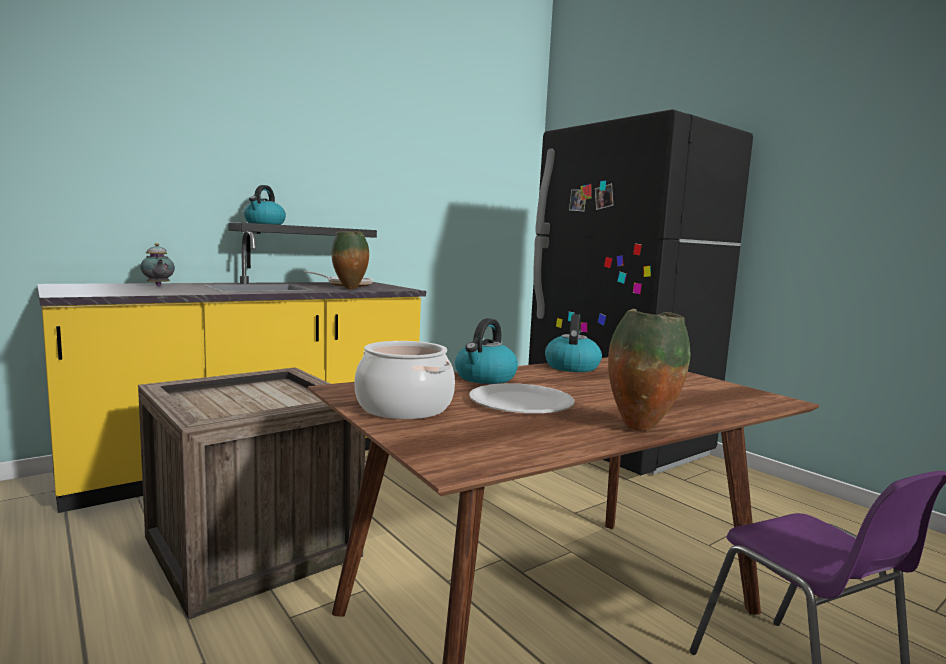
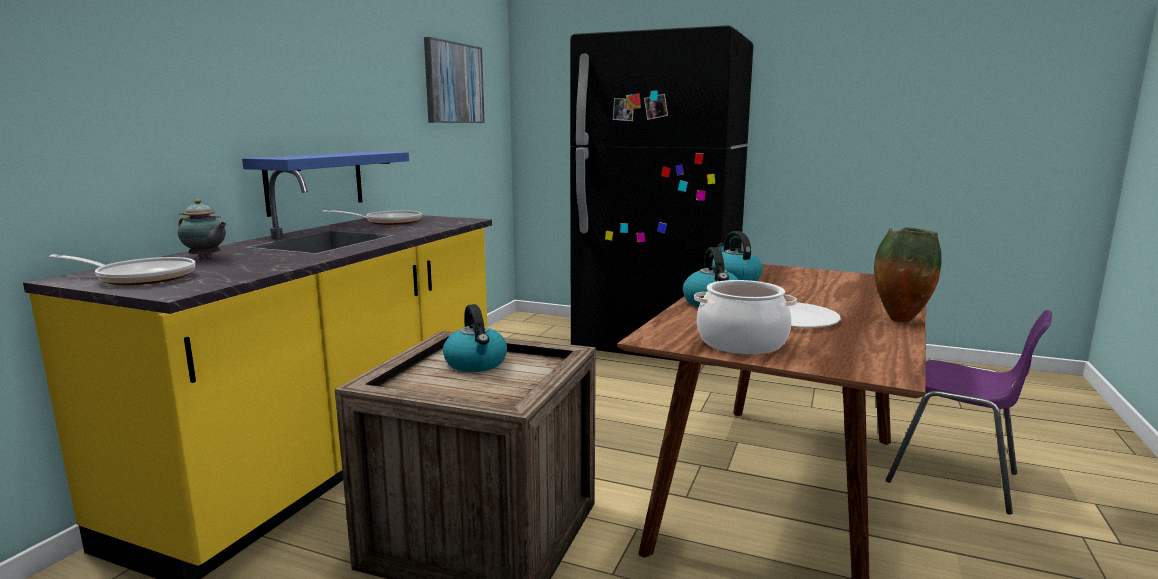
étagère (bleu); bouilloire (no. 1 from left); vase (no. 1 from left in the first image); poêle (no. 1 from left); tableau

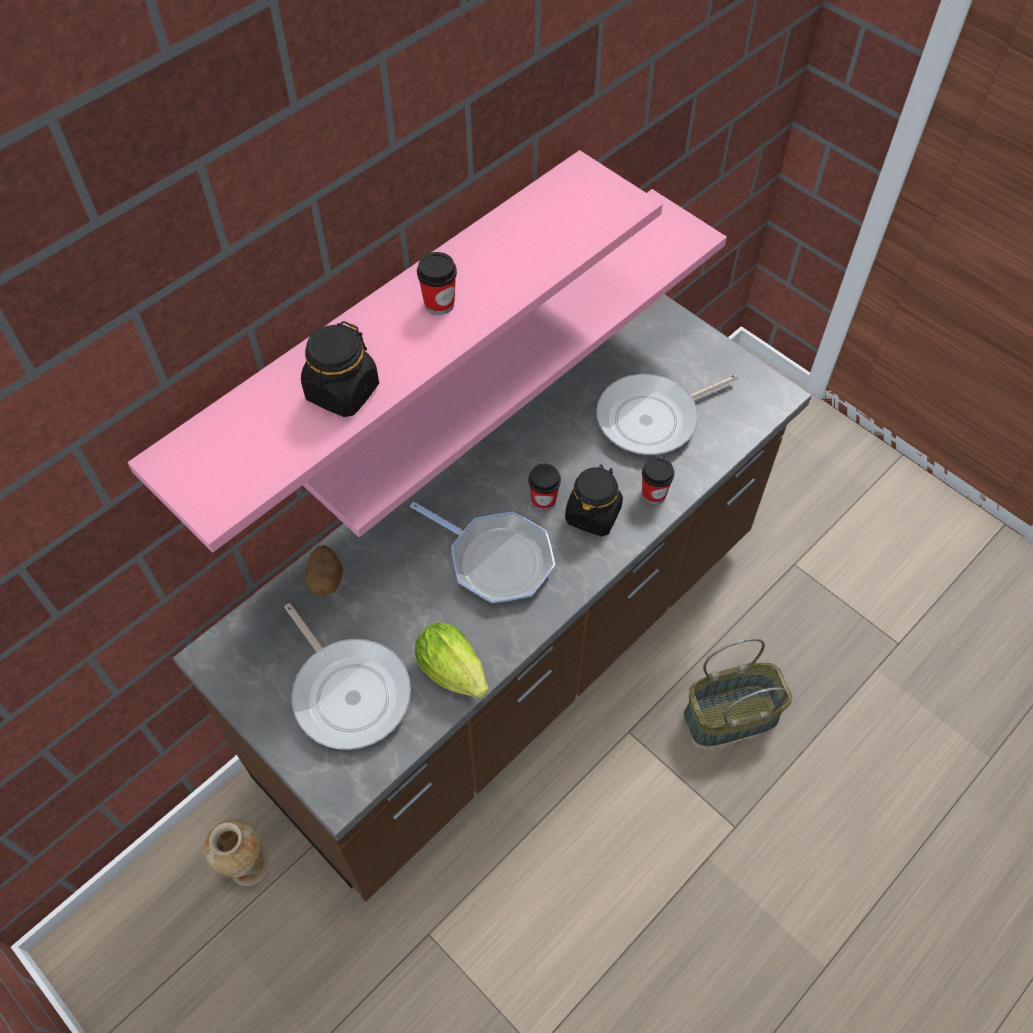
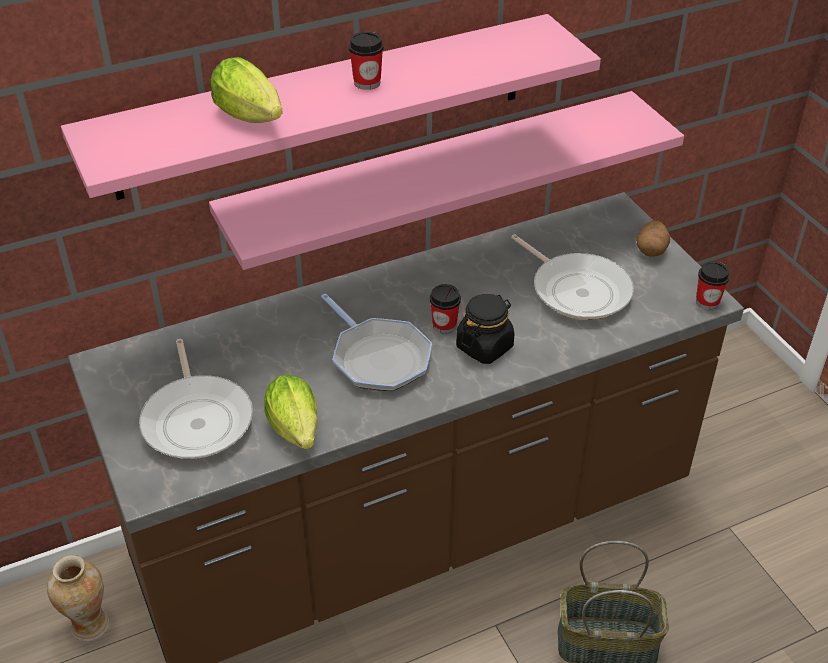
laitue (no. 1 from left); pomme de terre; poêle (no. 3 from left); tasse (no. 3 from left)

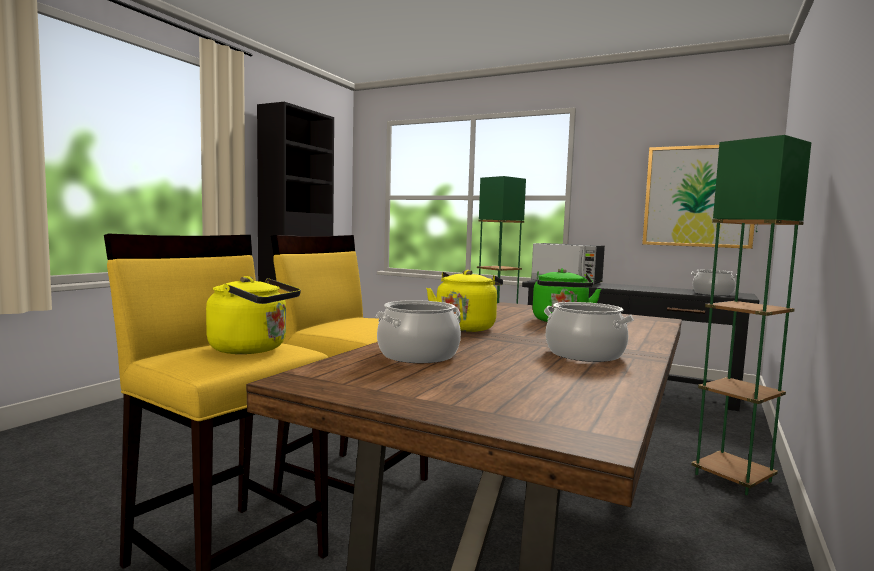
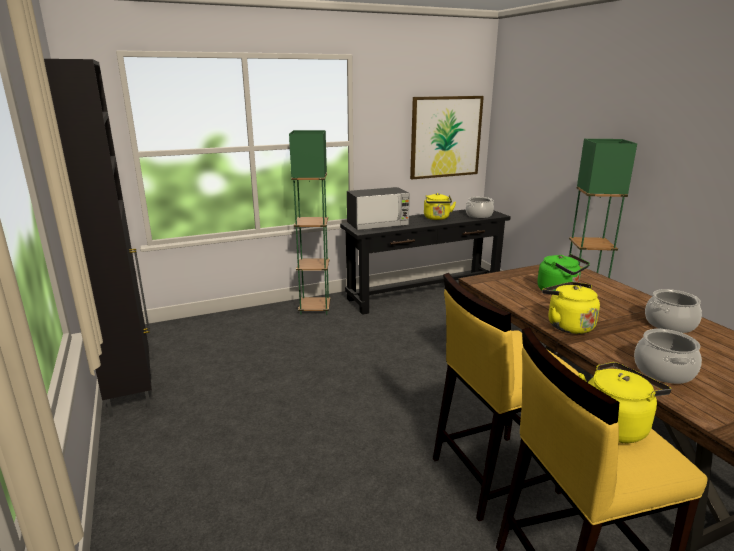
bouilloire (jaune) (no. 1 from left)

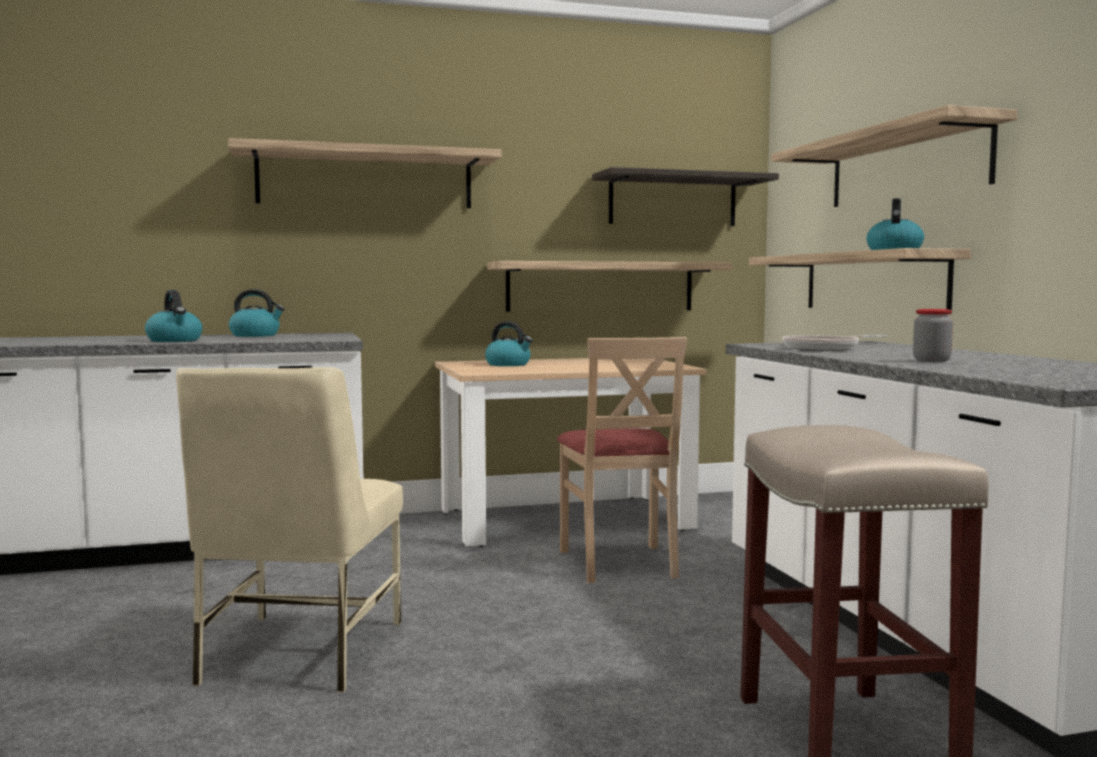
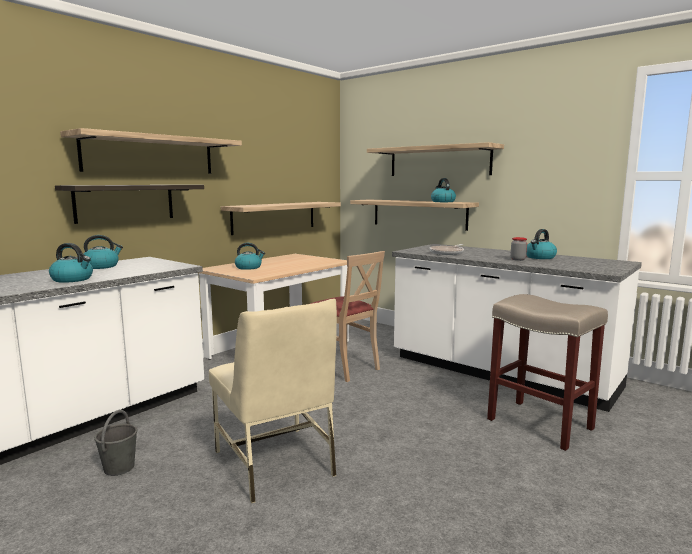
étagère (no. 1 from left); seau (gris); bouilloire (no. 5 from left)

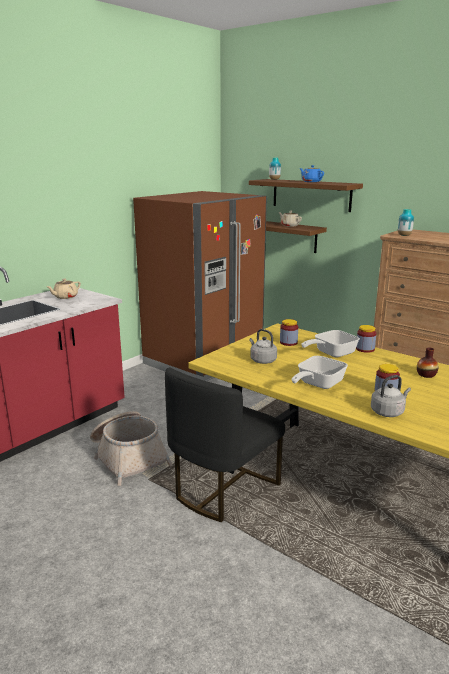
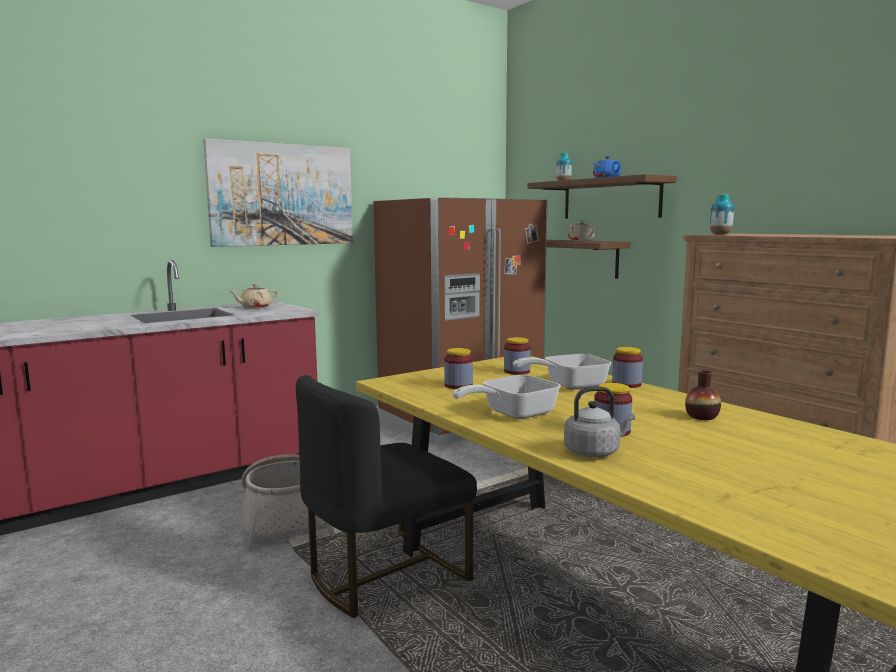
bocal (no. 1 from left); tableau

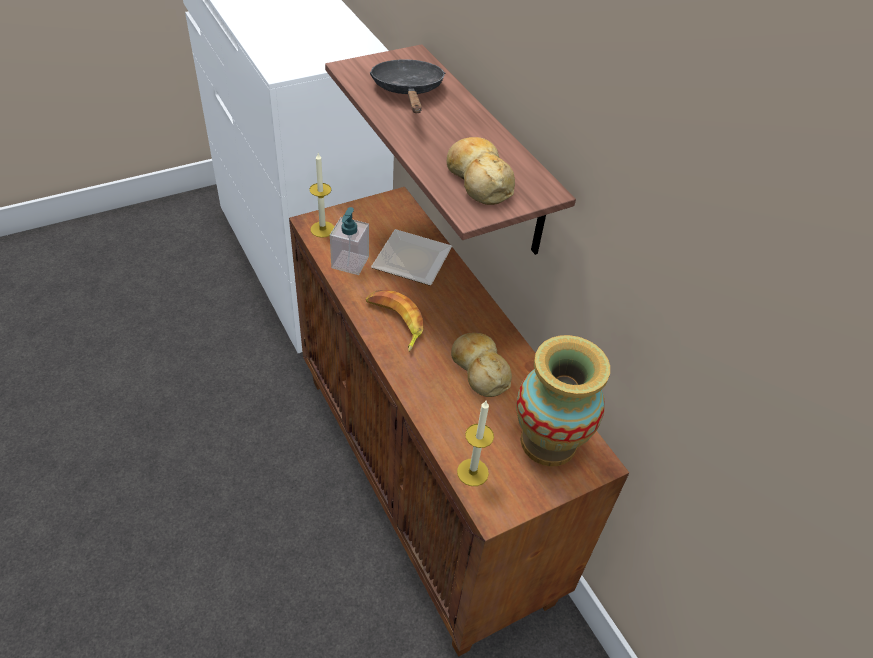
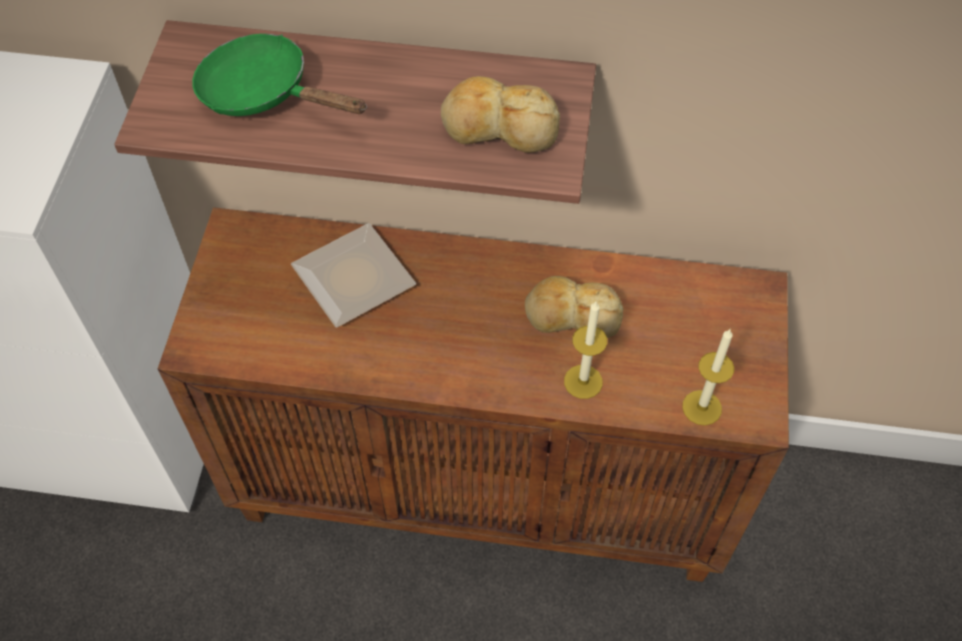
bougie (no. 1 from left); distributeur de savon; banane; poêle (vert); vase

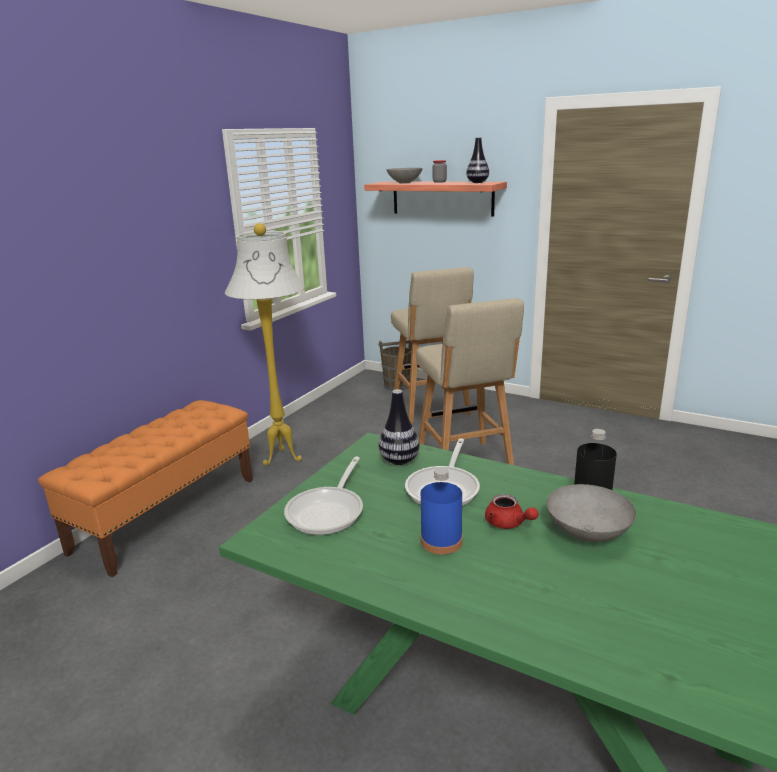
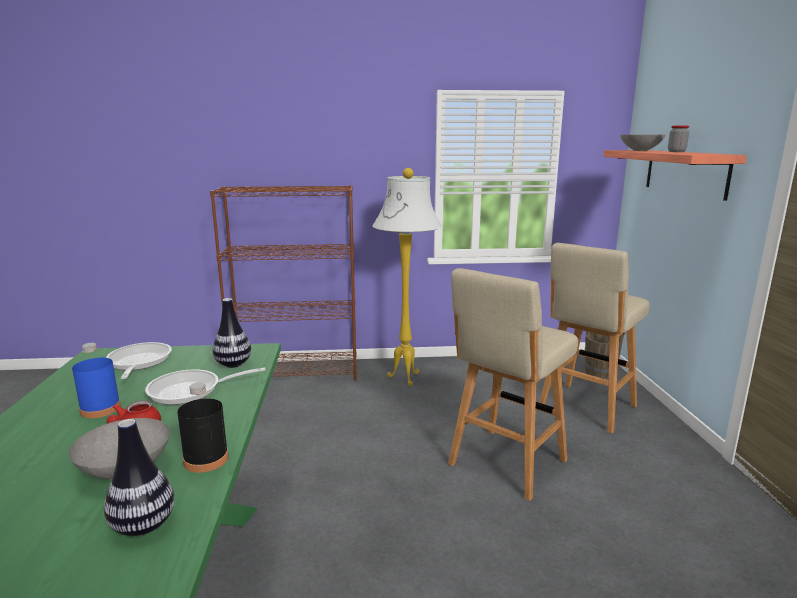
bibliothèque (marron); poêle (no. 1 from left); vase (no. 1 from left)

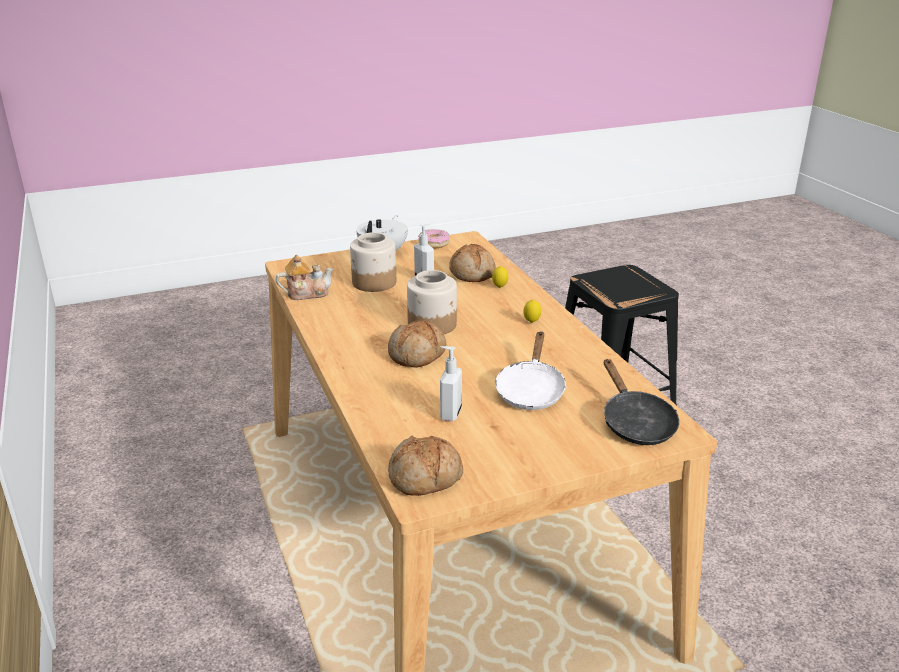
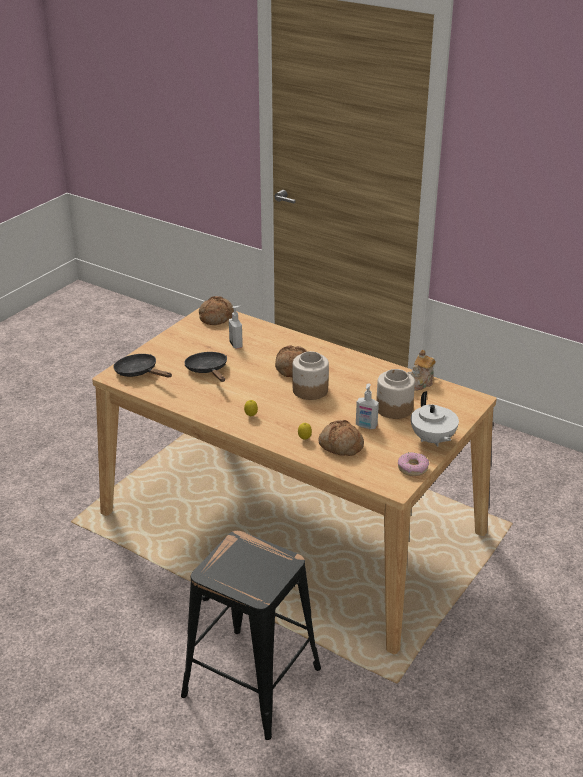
poêle (noir) (no. 2 from left)

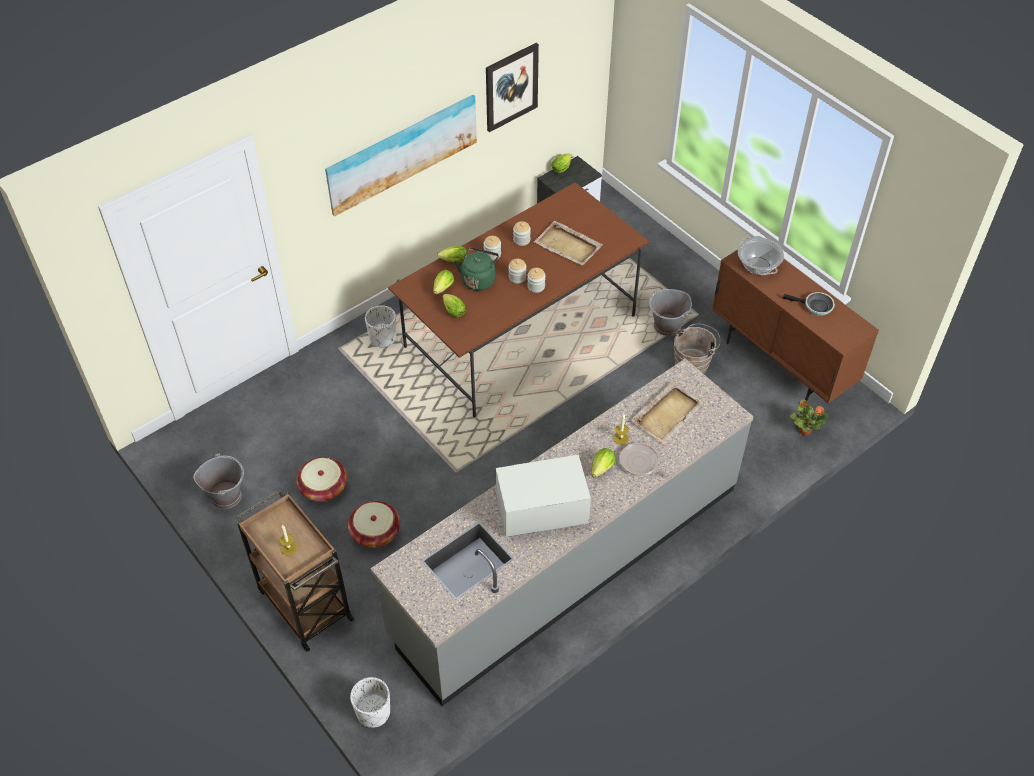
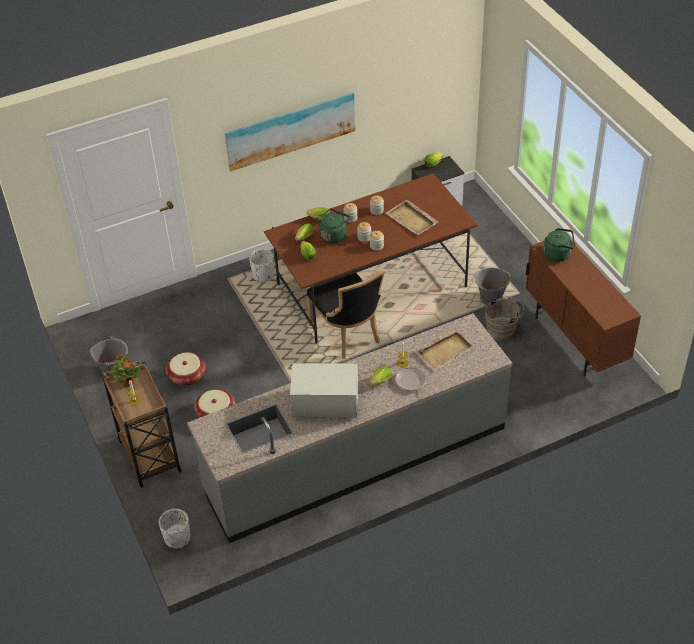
tableau (no. 2 from left in the first image); bouilloire (vert) (no. 2 from left); poêle (no. 2 from left in the first image); plante en pot; chaise (noir)

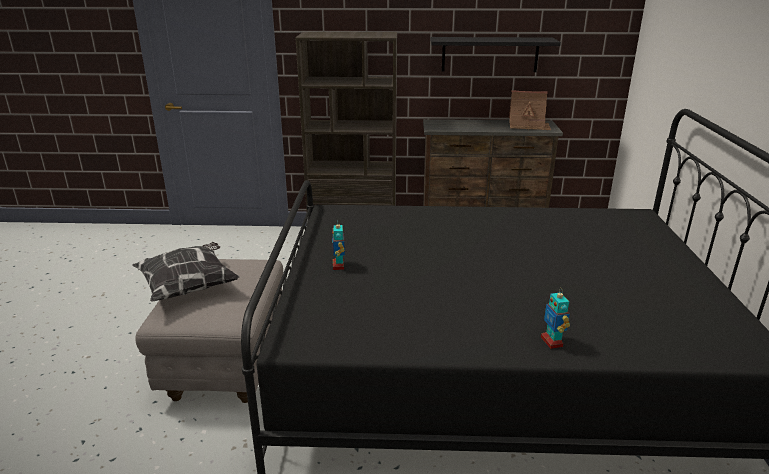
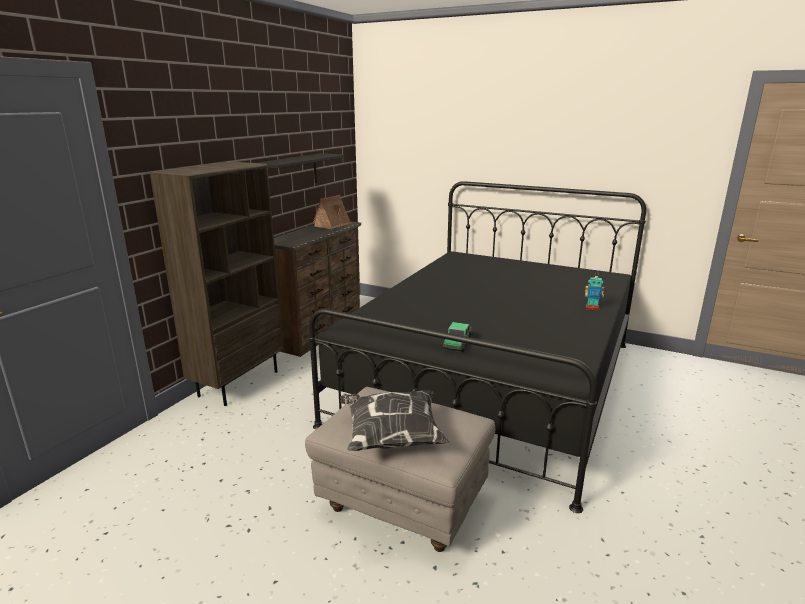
petite voiture

